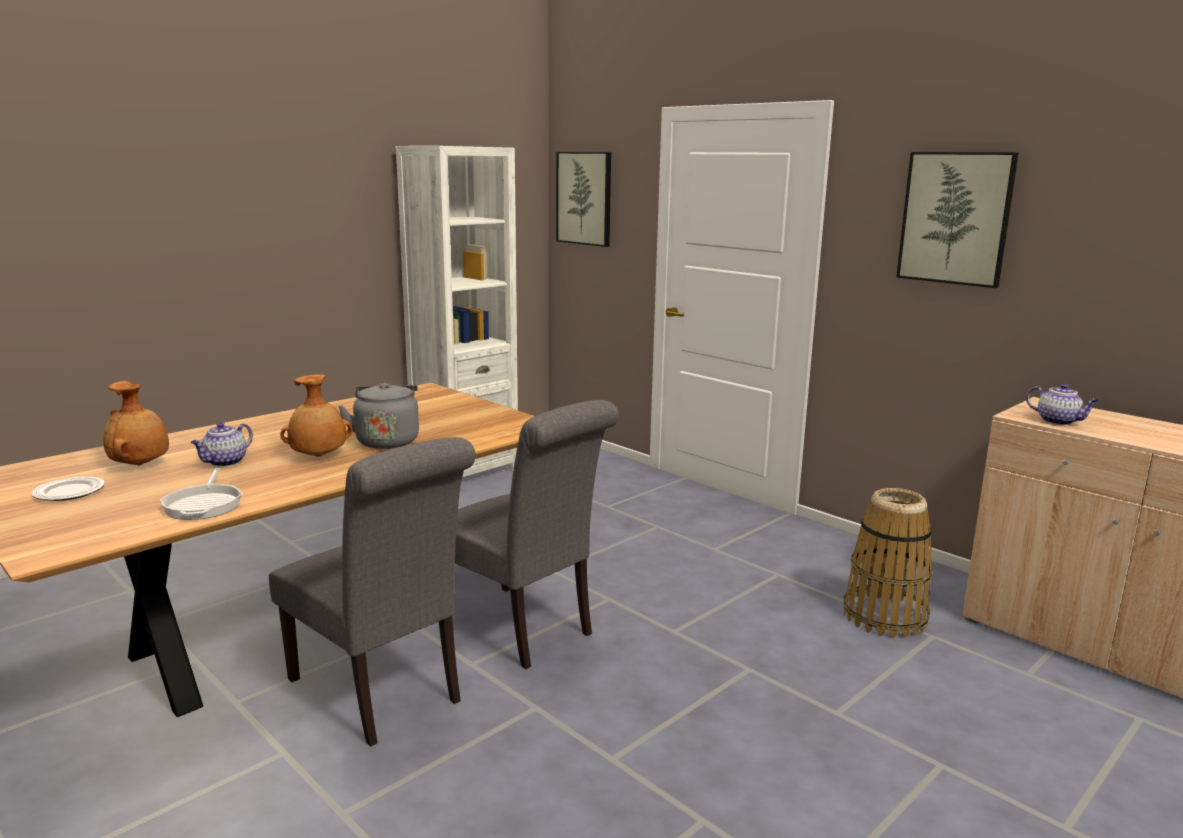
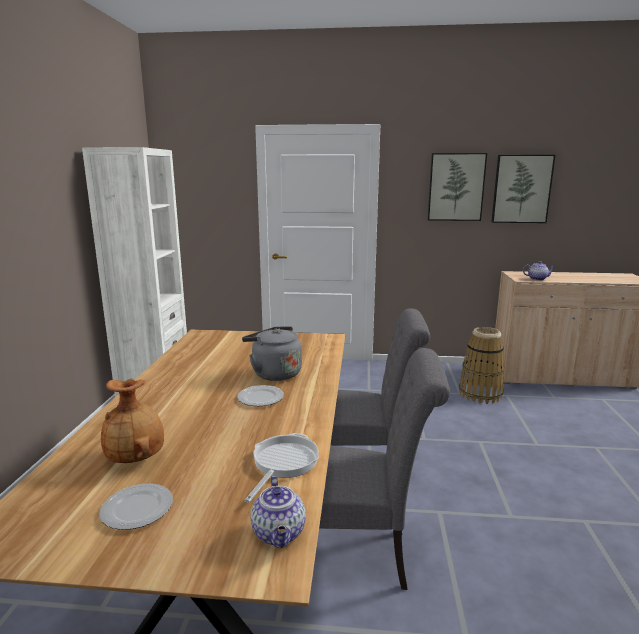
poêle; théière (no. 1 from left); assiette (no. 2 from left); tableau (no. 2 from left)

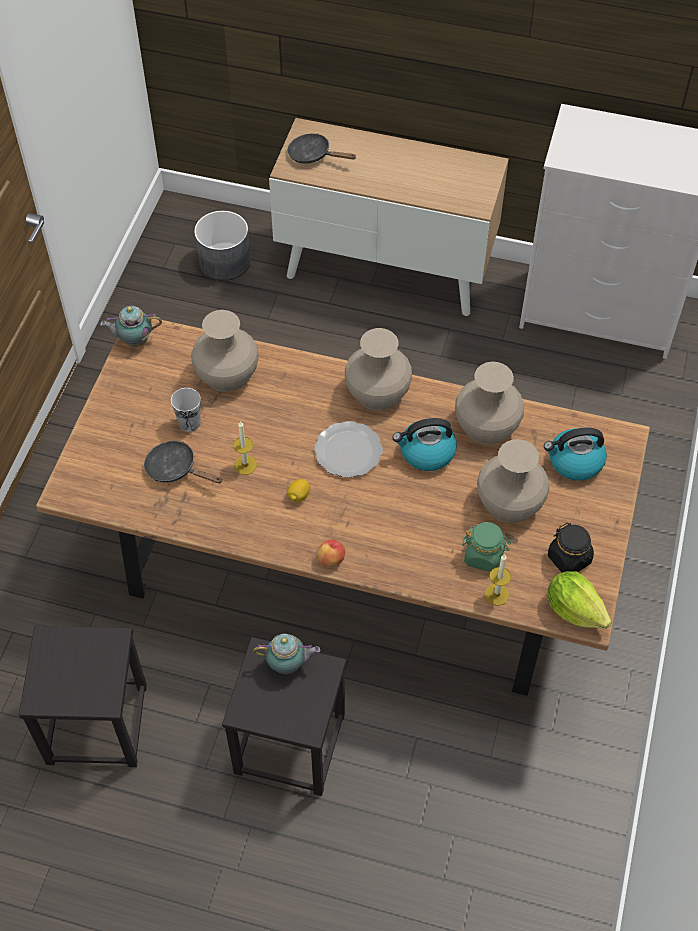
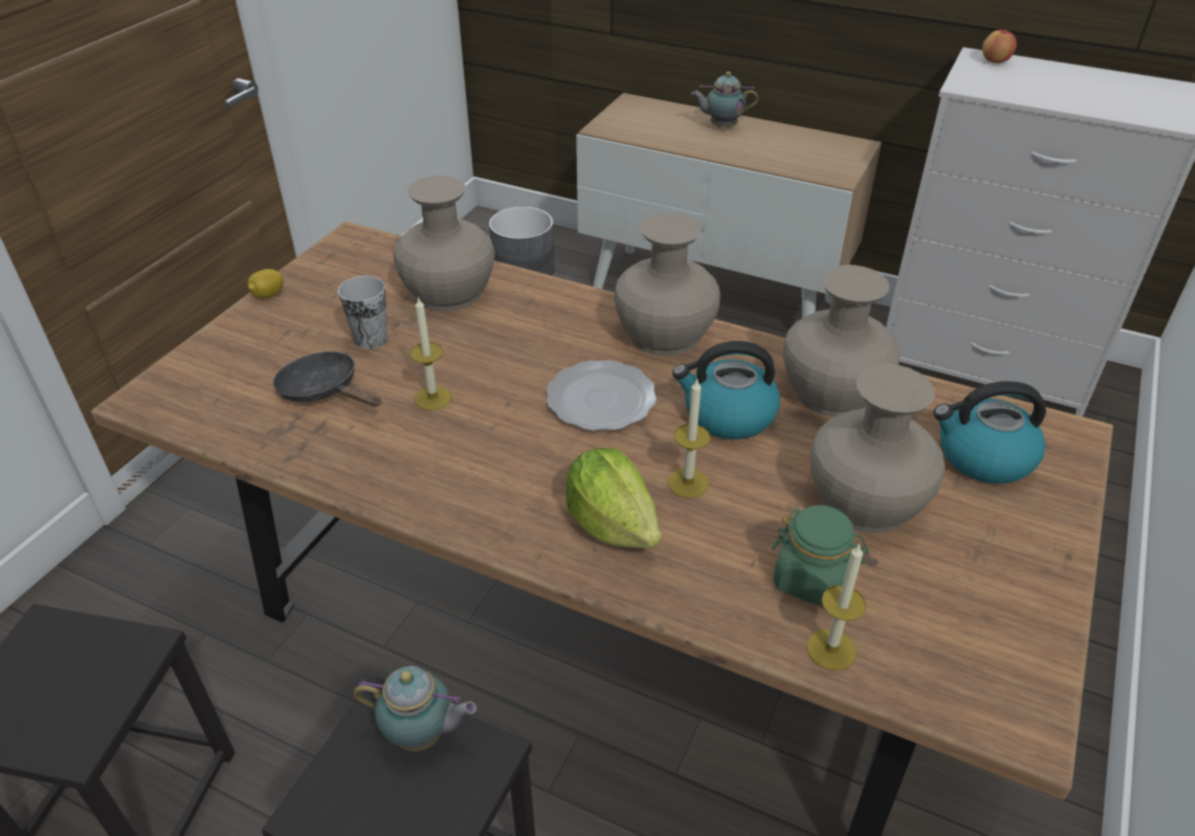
théière (no. 2 from left); poêle (noir) (no. 2 from left in the first image); citron; pomme; laitue; bocal (noir); bougie (no. 2 from left)

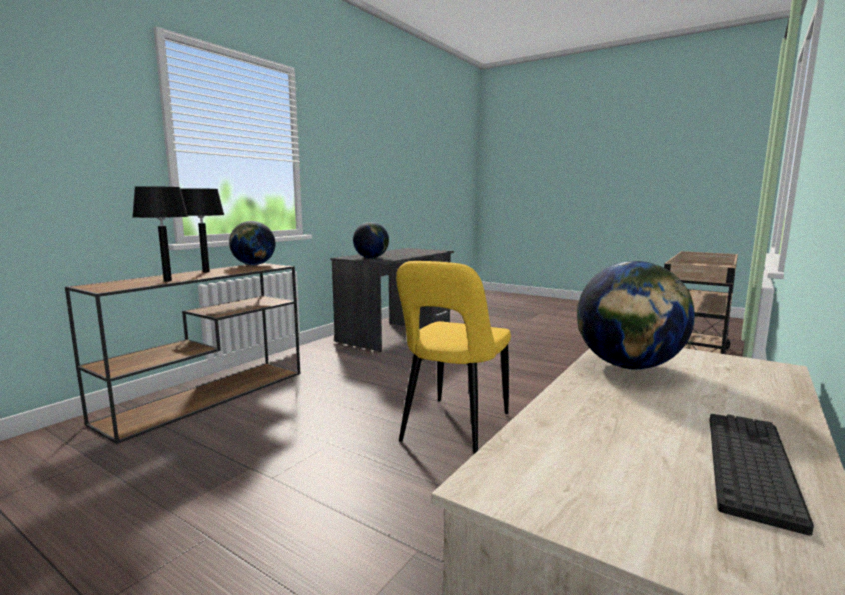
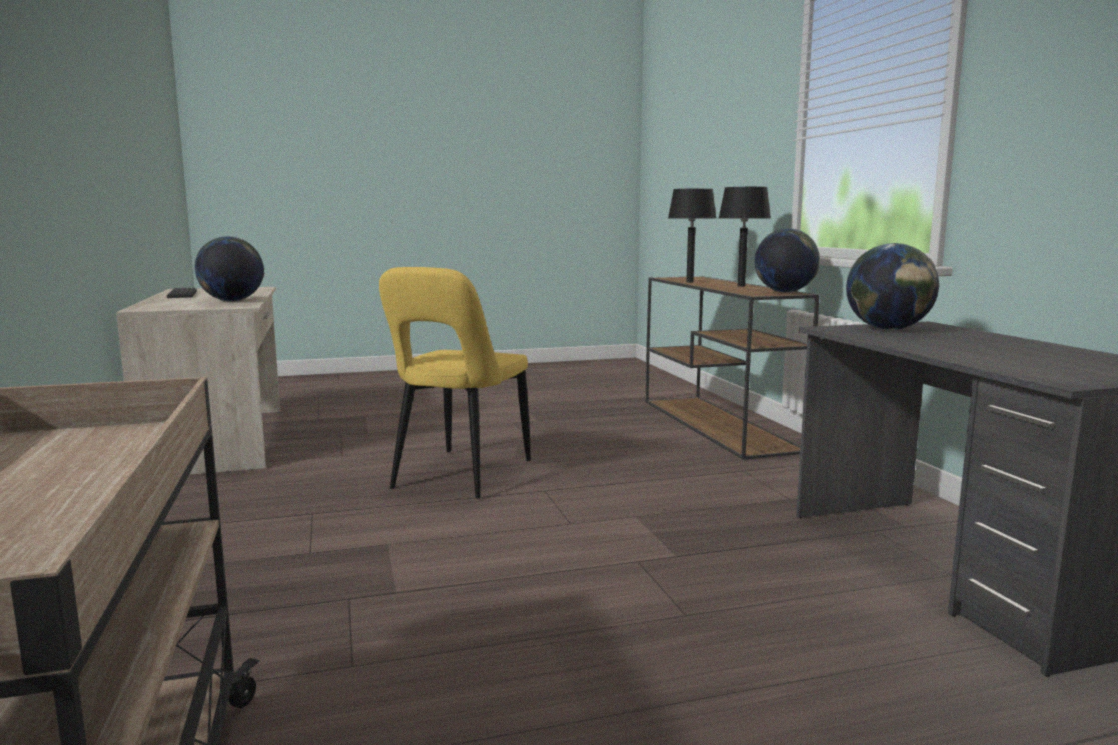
chaise (jaune)

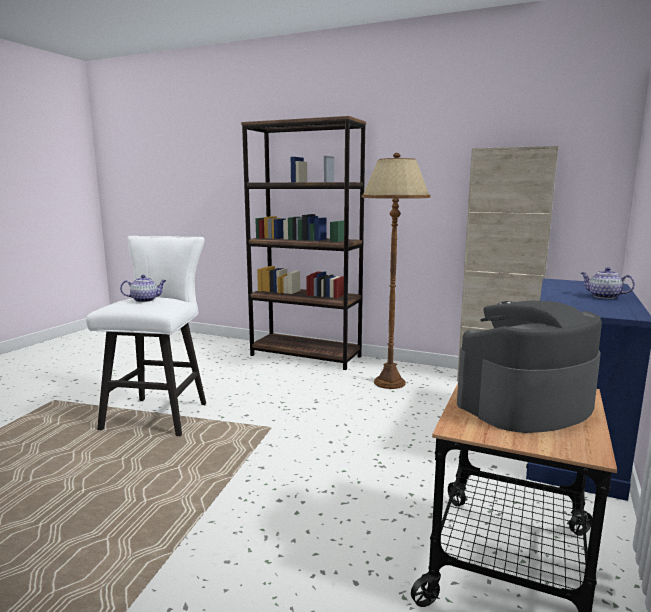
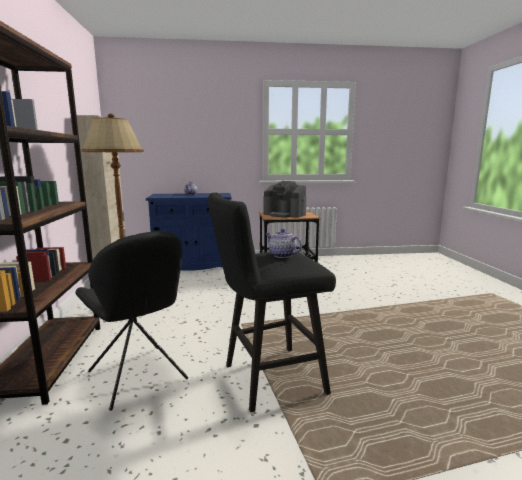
tabouret (noir); chaise (noir)

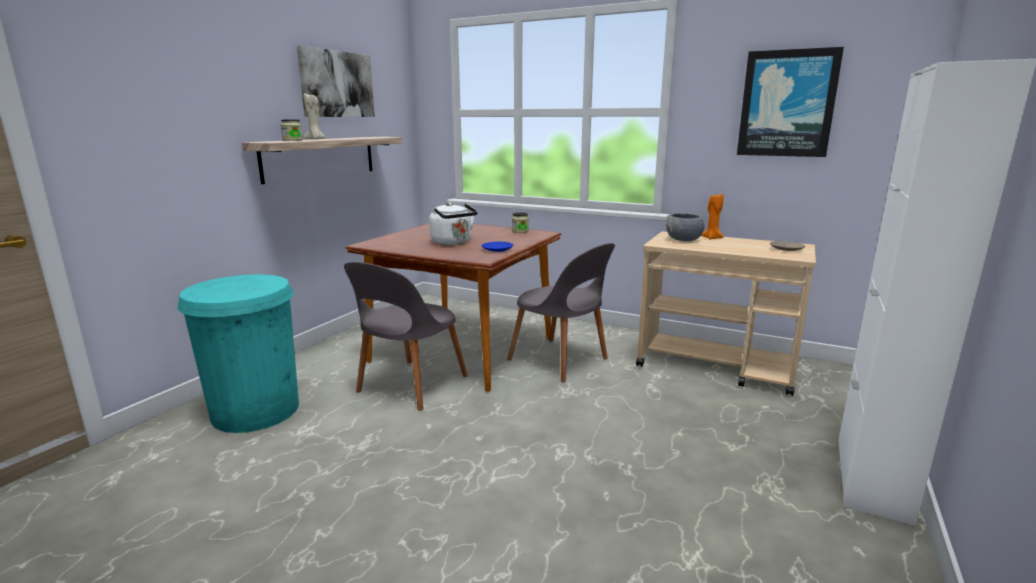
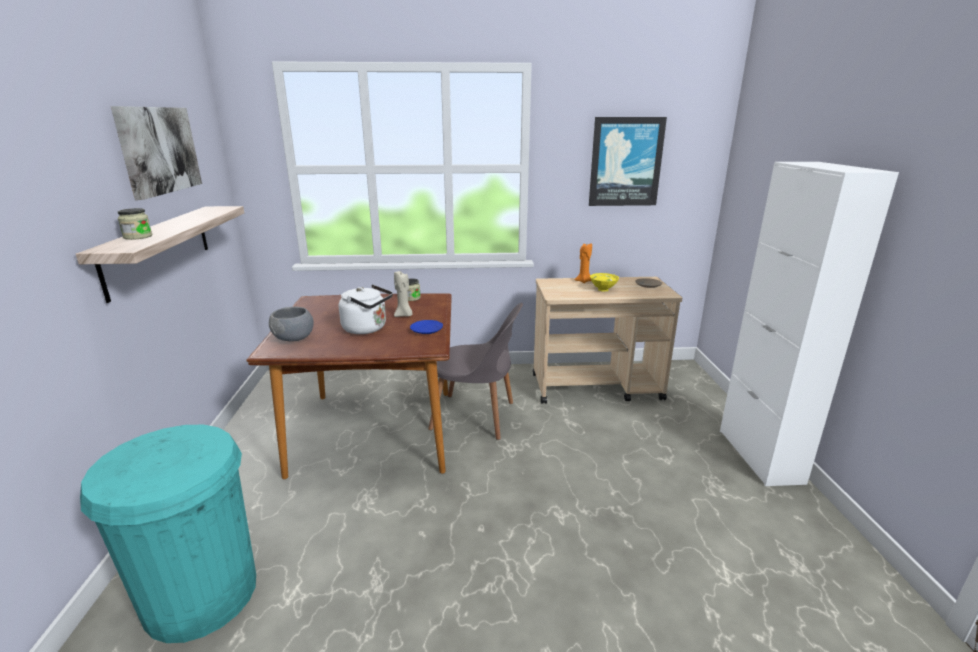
bougie (beige); chaise (gris) (no. 1 from left in the first image); bol (gris); bol (jaune)

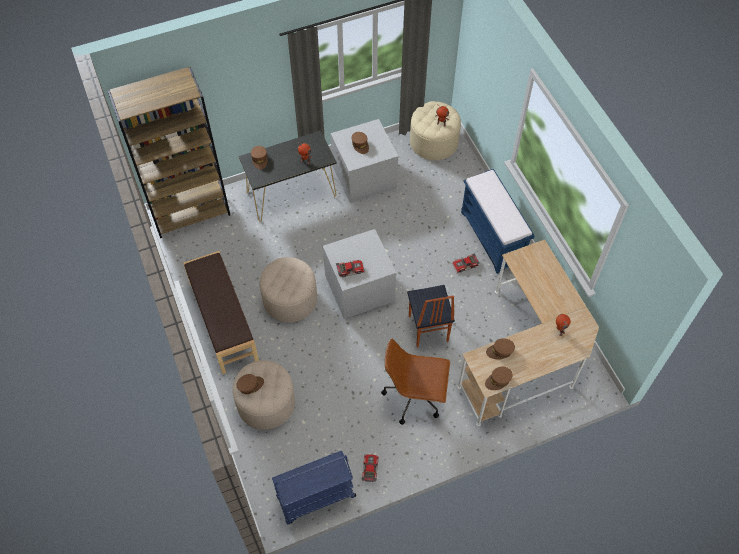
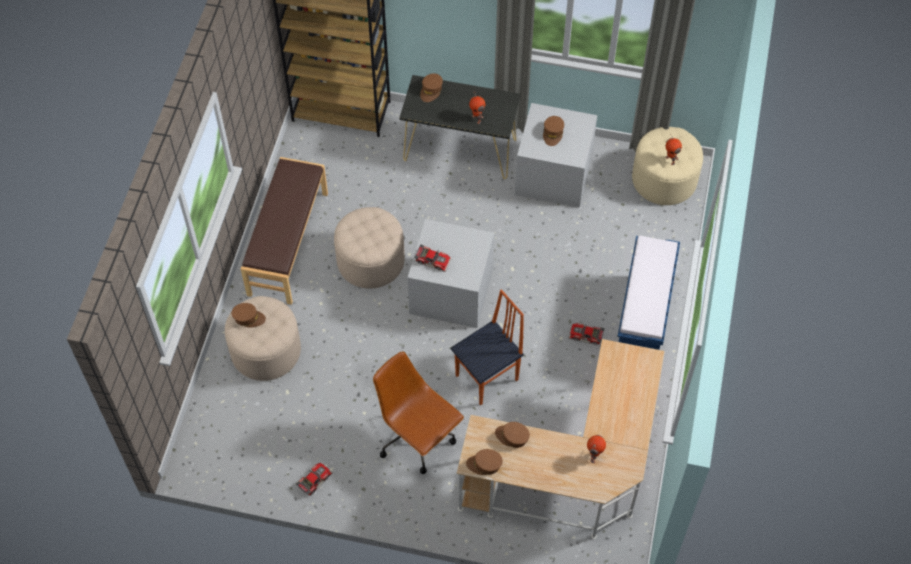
chariot (bleu); chaise

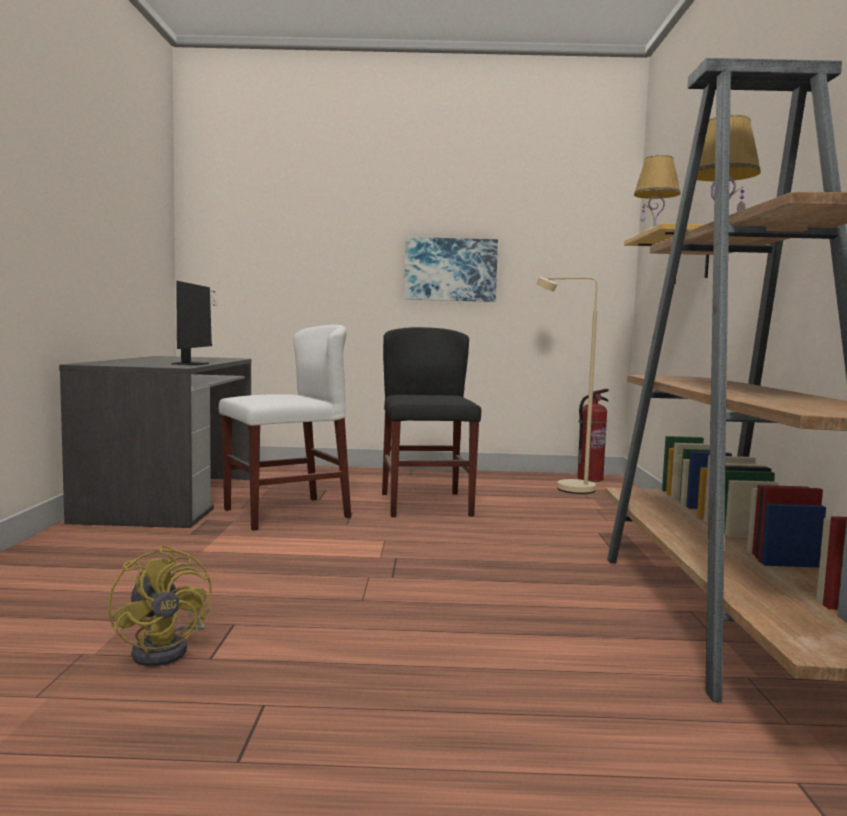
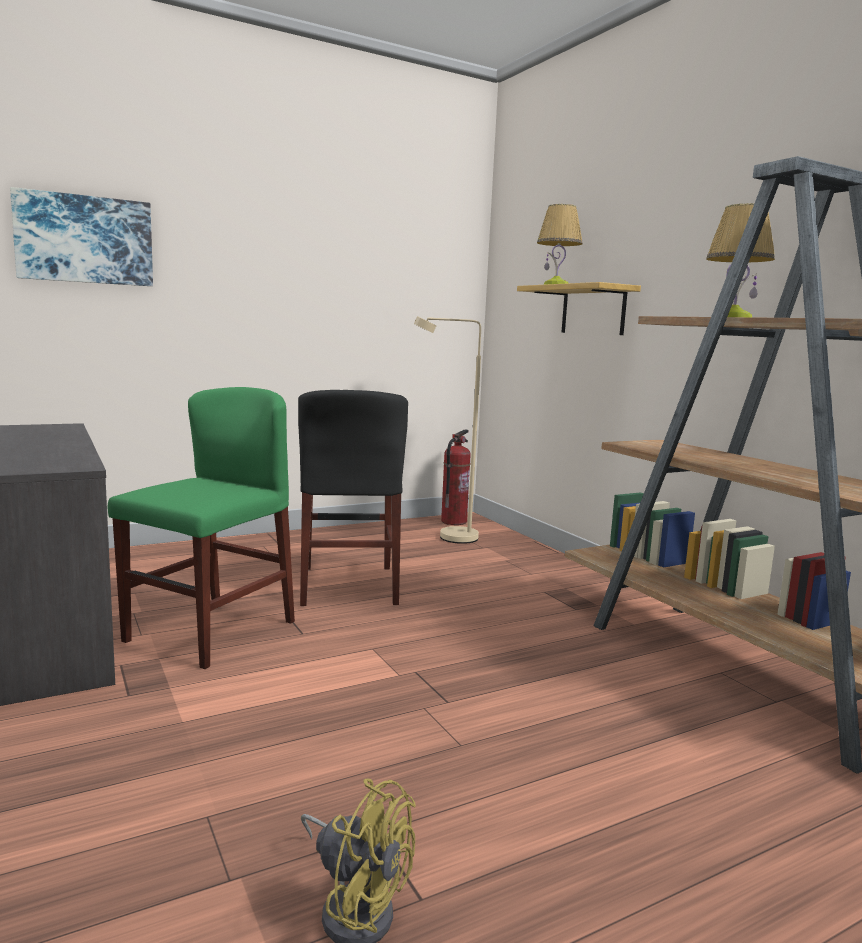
écran d'ordinateur; chaise (vert); chaise (noir); tableau

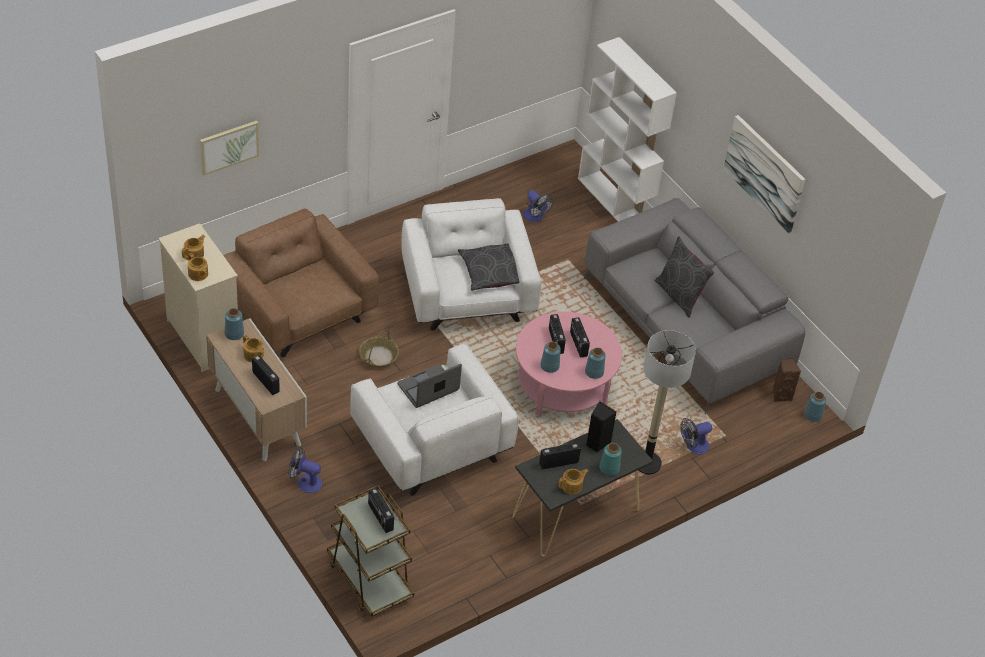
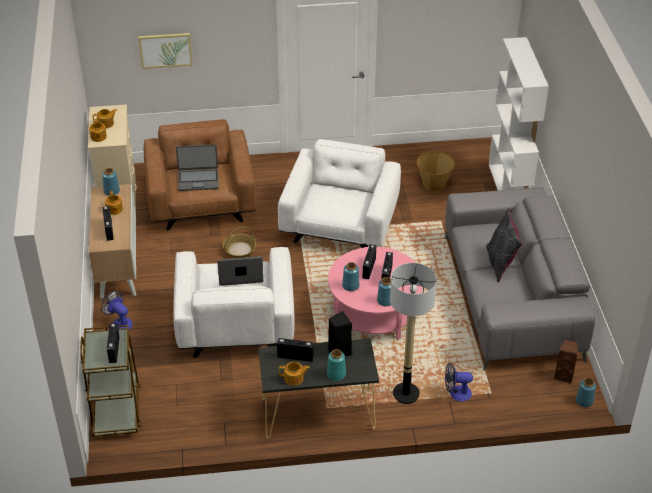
coussin (gris) (no. 1 from left in the first image); panier (no. 2 from left); tableau (no. 2 from left in the first image); ordinateur portable (no. 1 from left)

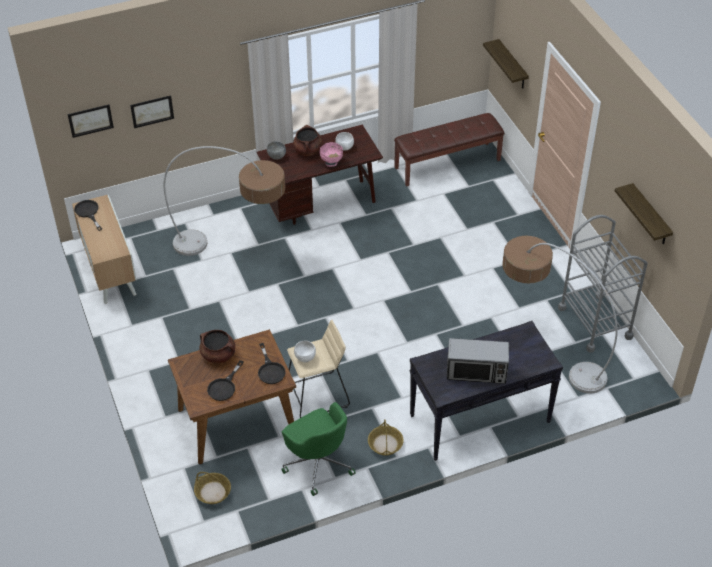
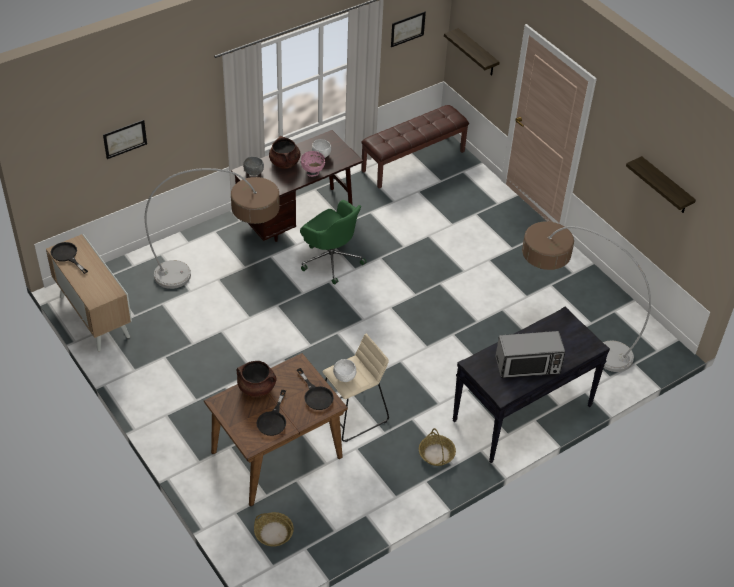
tableau (no. 2 from left); chaise de bureau (vert); chariot (gris)

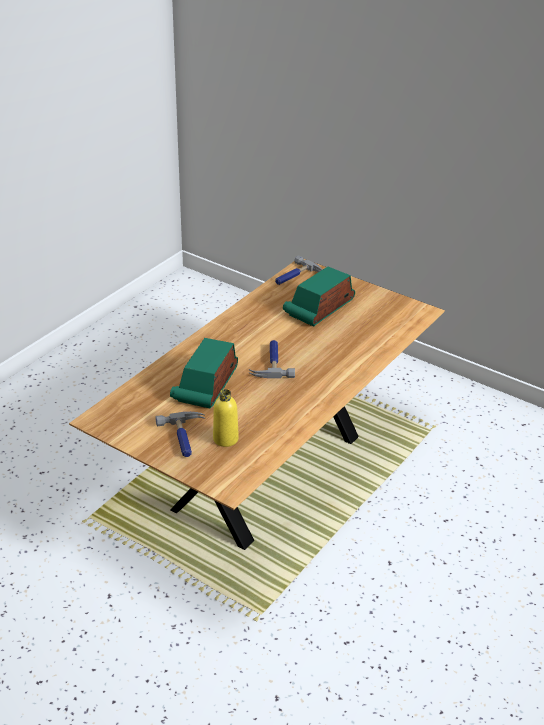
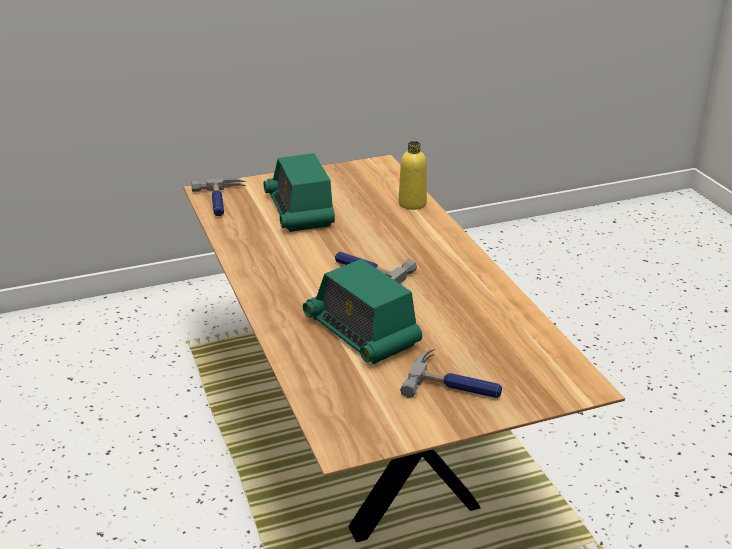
bouteille (jaune)

